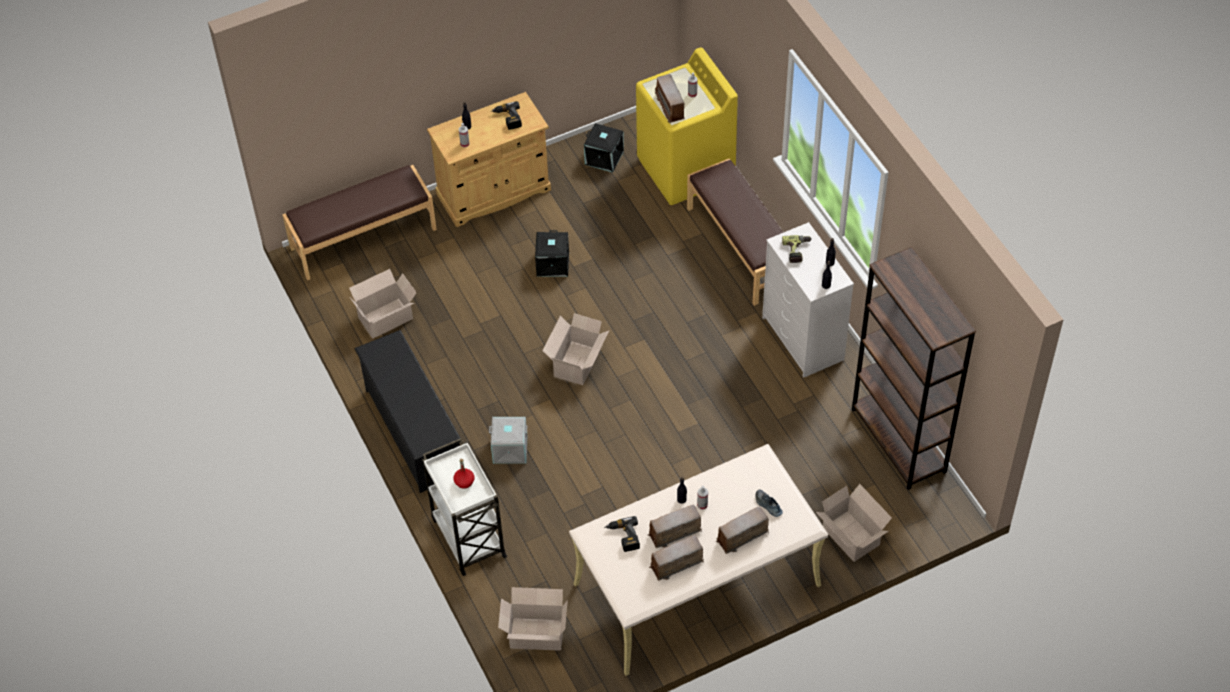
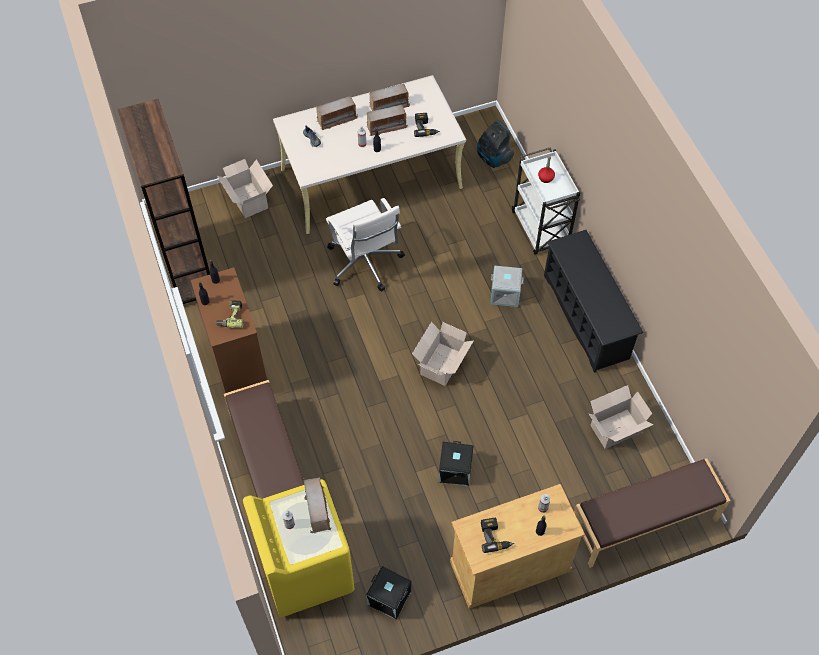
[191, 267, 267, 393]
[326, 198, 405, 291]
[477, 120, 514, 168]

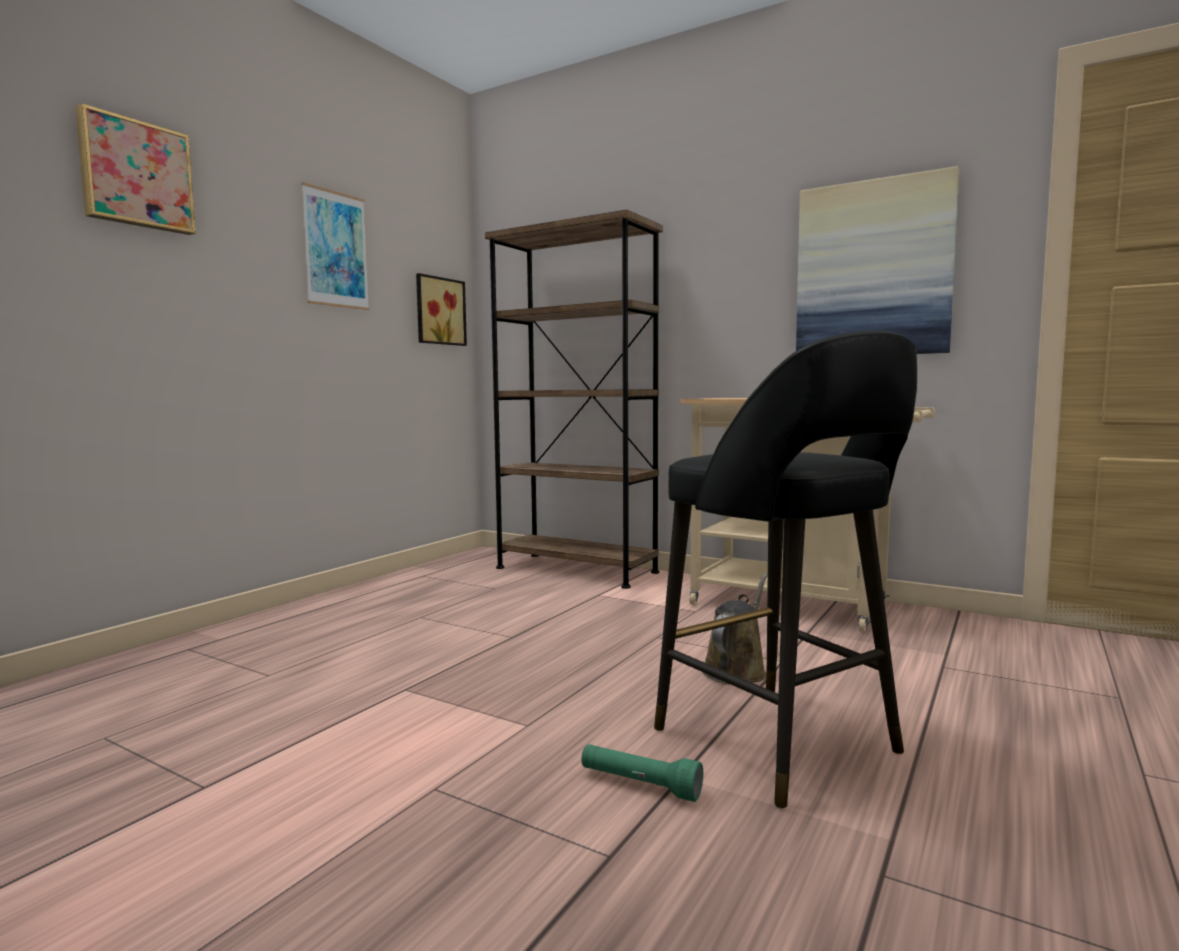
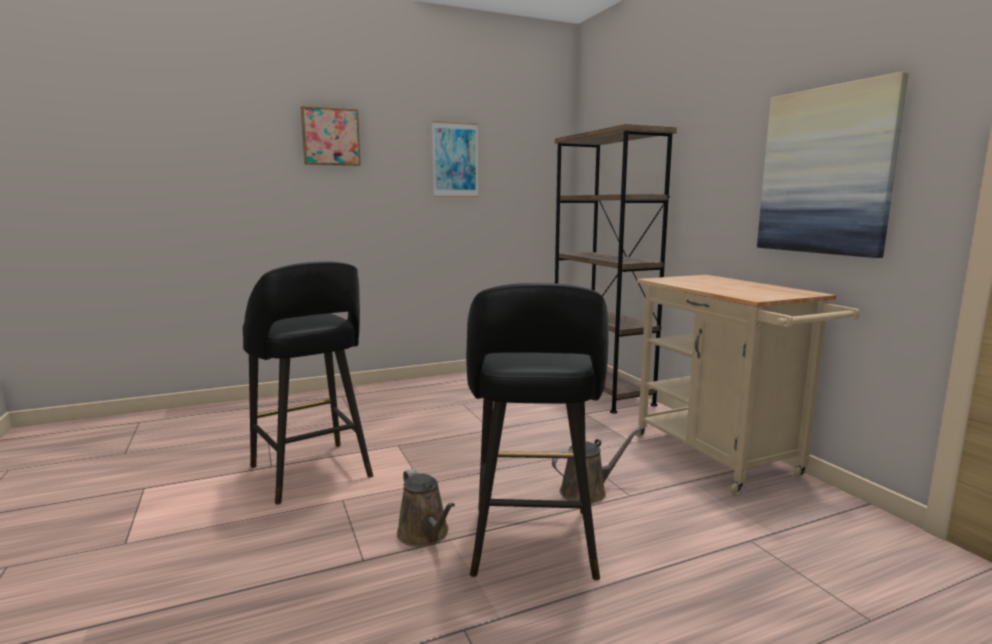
[242, 261, 373, 505]
[397, 469, 455, 547]
[416, 273, 467, 346] (first image)

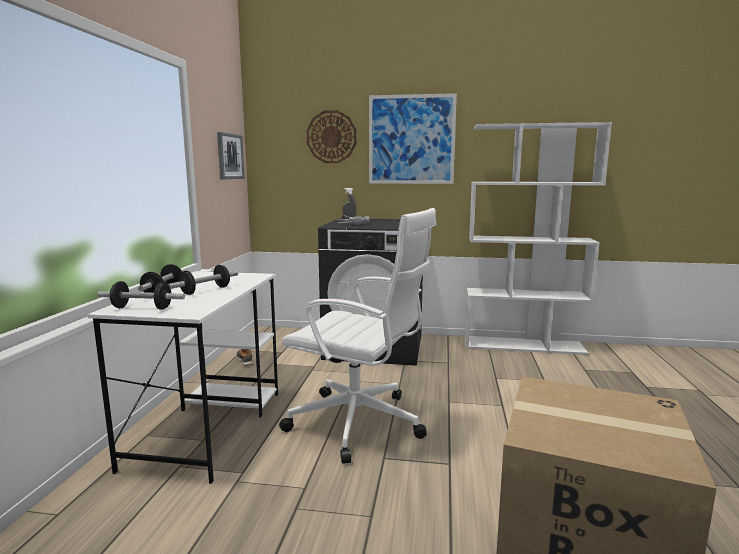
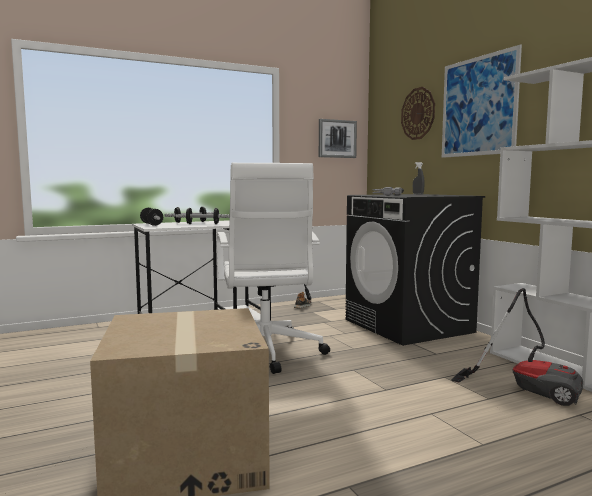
[451, 288, 583, 406]

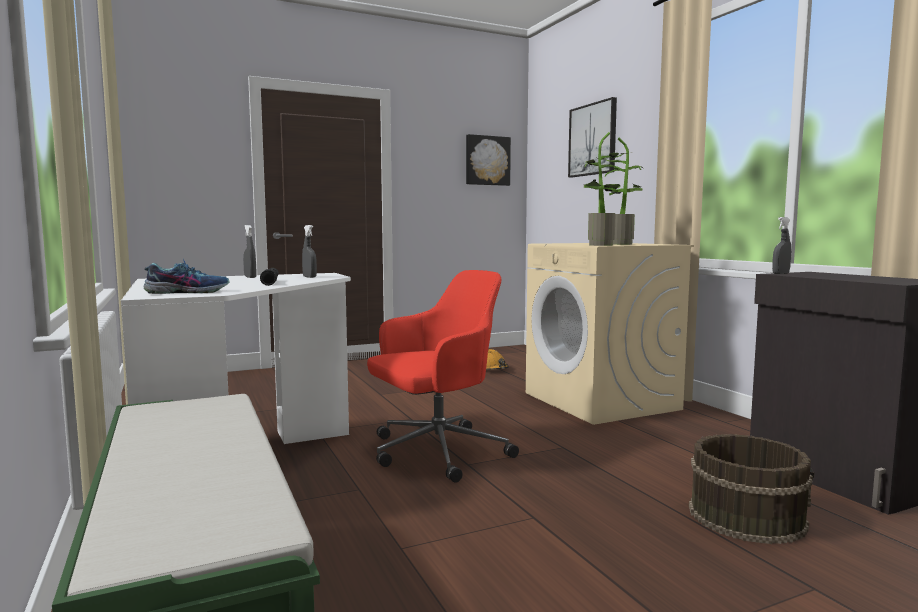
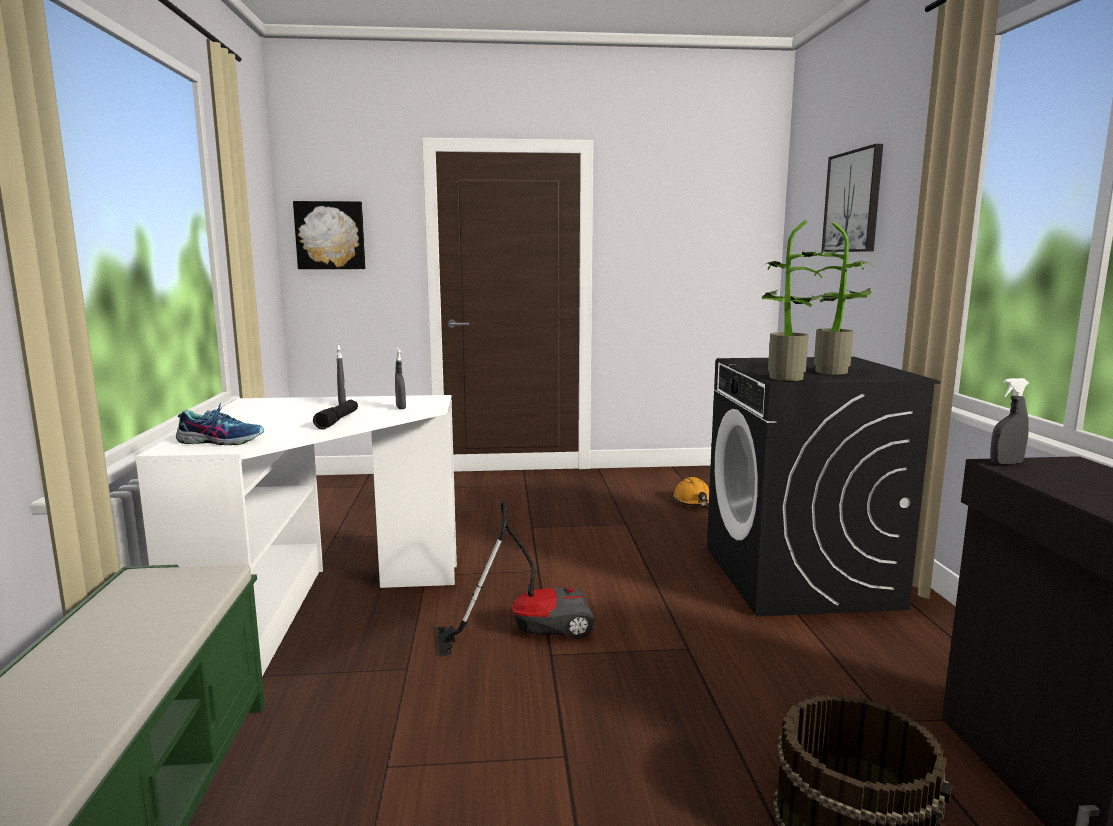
[293, 201, 365, 269]
[436, 500, 594, 657]
[707, 357, 940, 617]

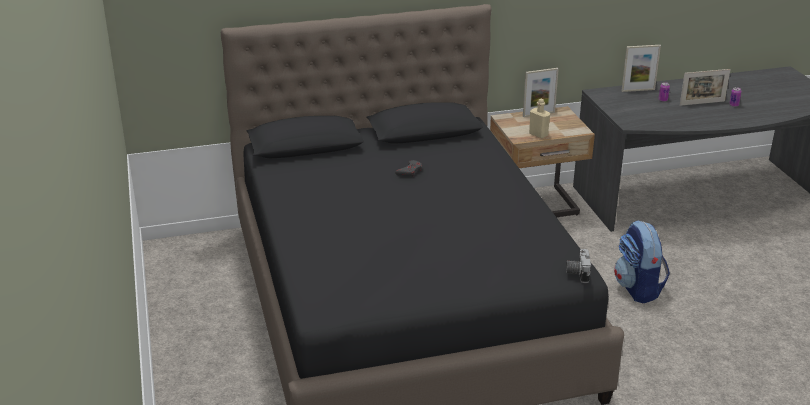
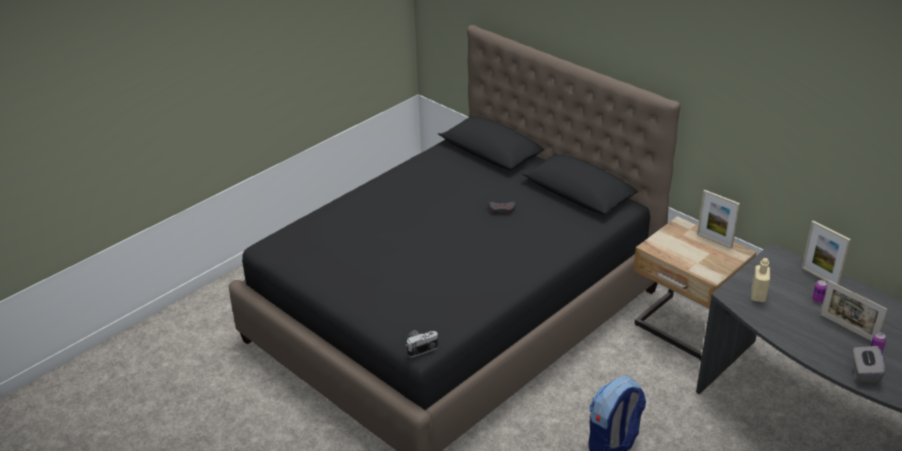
[751, 258, 770, 302]
[853, 344, 885, 384]

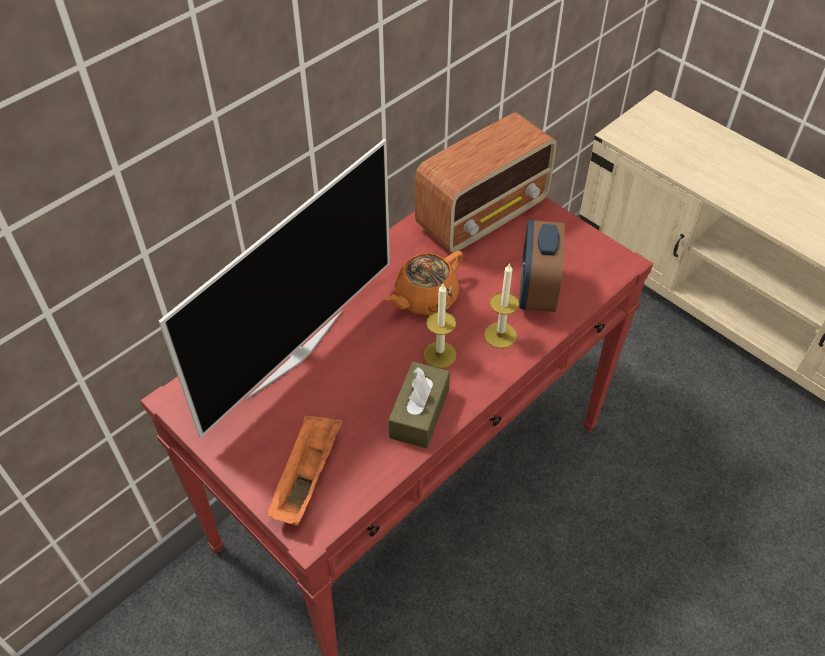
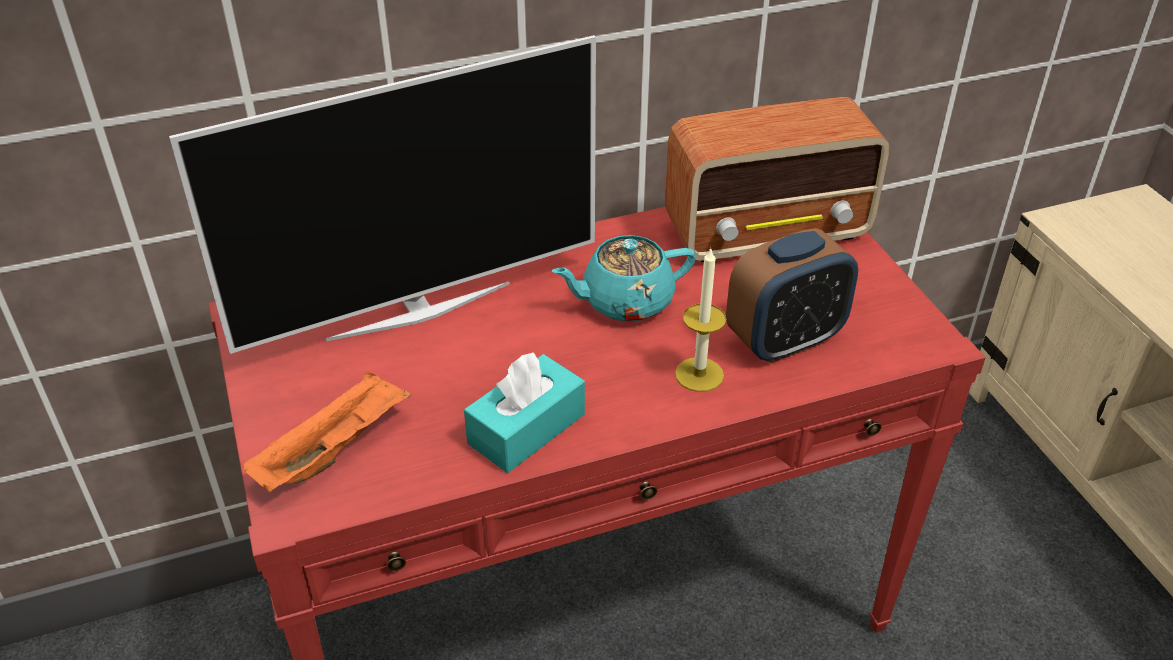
[464, 353, 585, 473]
[551, 235, 696, 322]
[726, 228, 858, 363]
[423, 284, 457, 368] (first image)

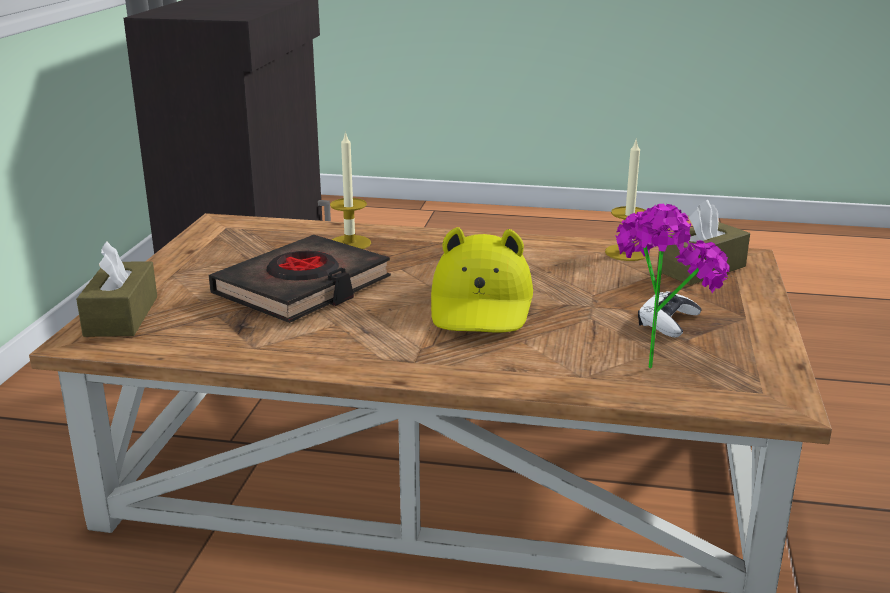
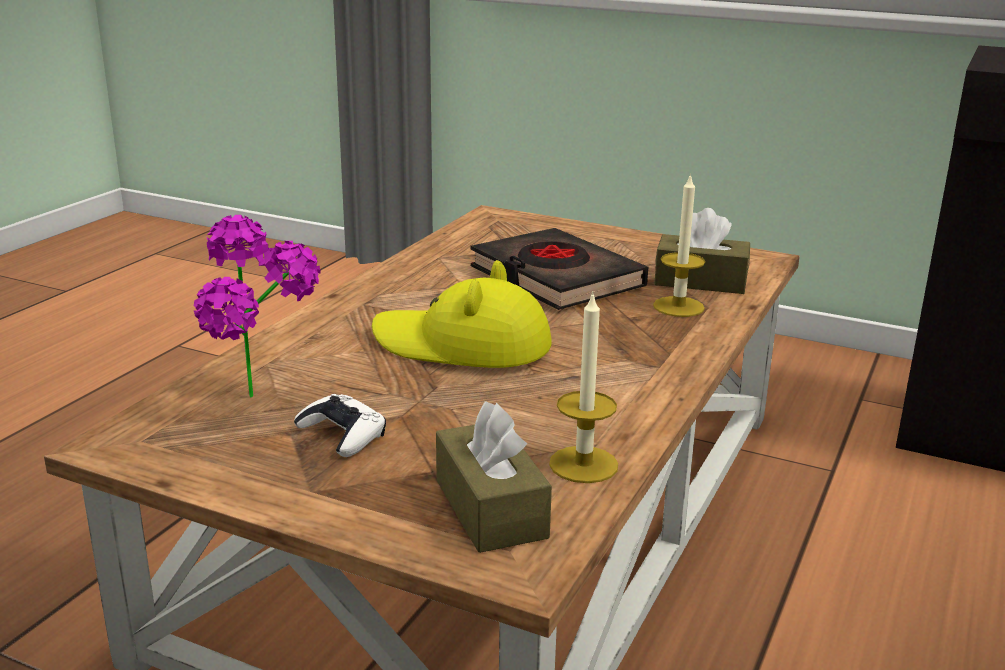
[654, 208, 750, 294]

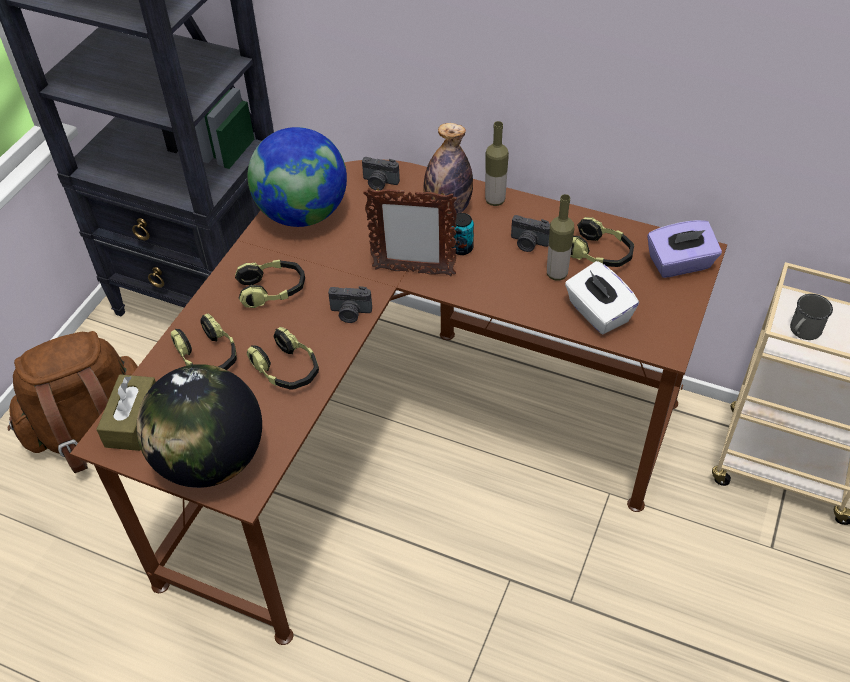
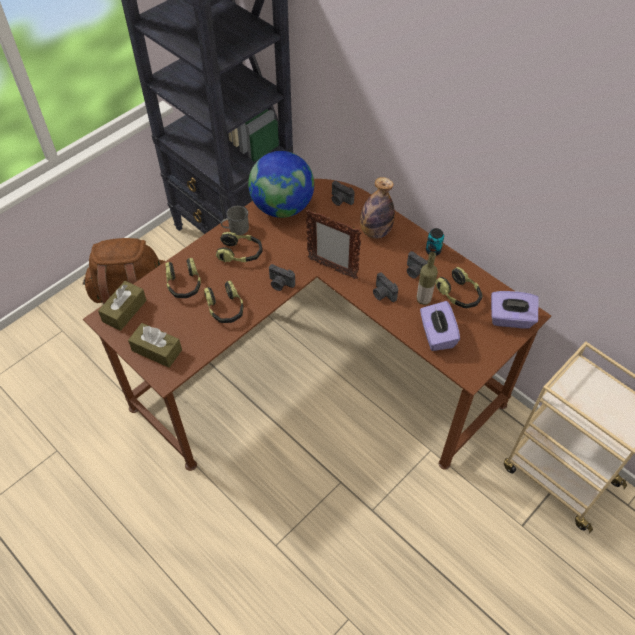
[128, 323, 182, 368]
[221, 205, 249, 235]
[373, 272, 398, 302]
[420, 301, 460, 351]
[426, 228, 444, 256]
[485, 121, 509, 206] (first image)

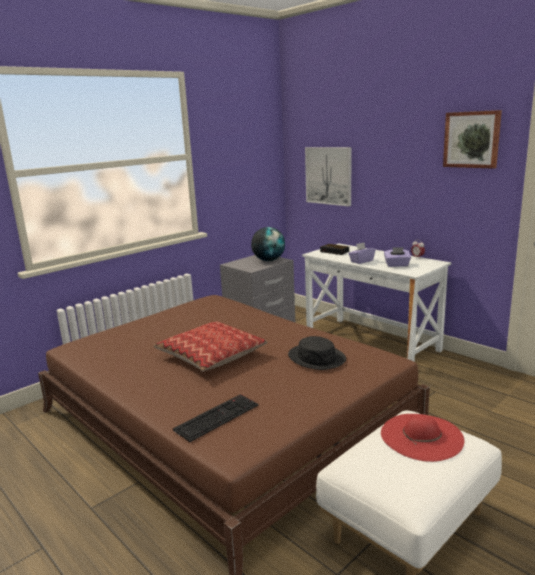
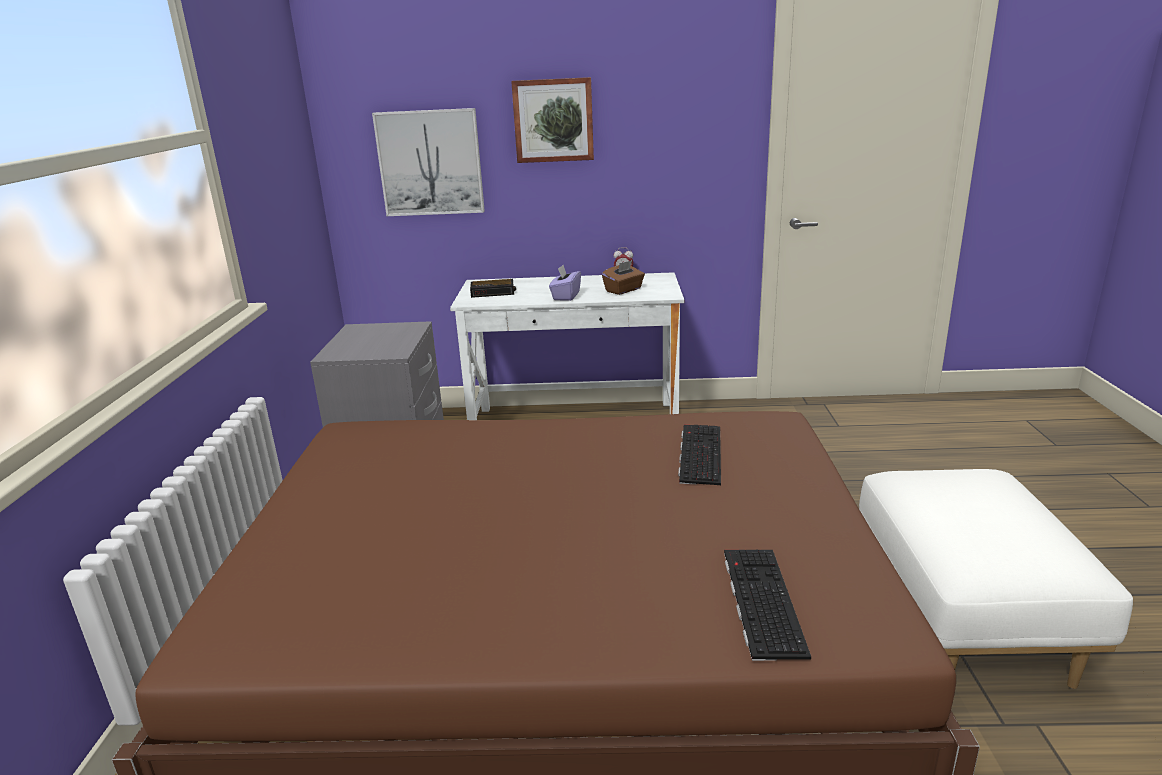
[511, 77, 594, 163]
[602, 260, 645, 295]
[678, 425, 721, 485]
[154, 321, 268, 372] (first image)
[251, 227, 285, 261] (first image)
[381, 414, 464, 462] (first image)

